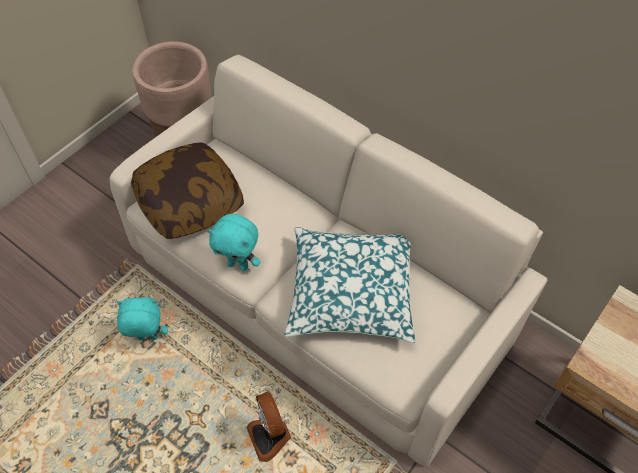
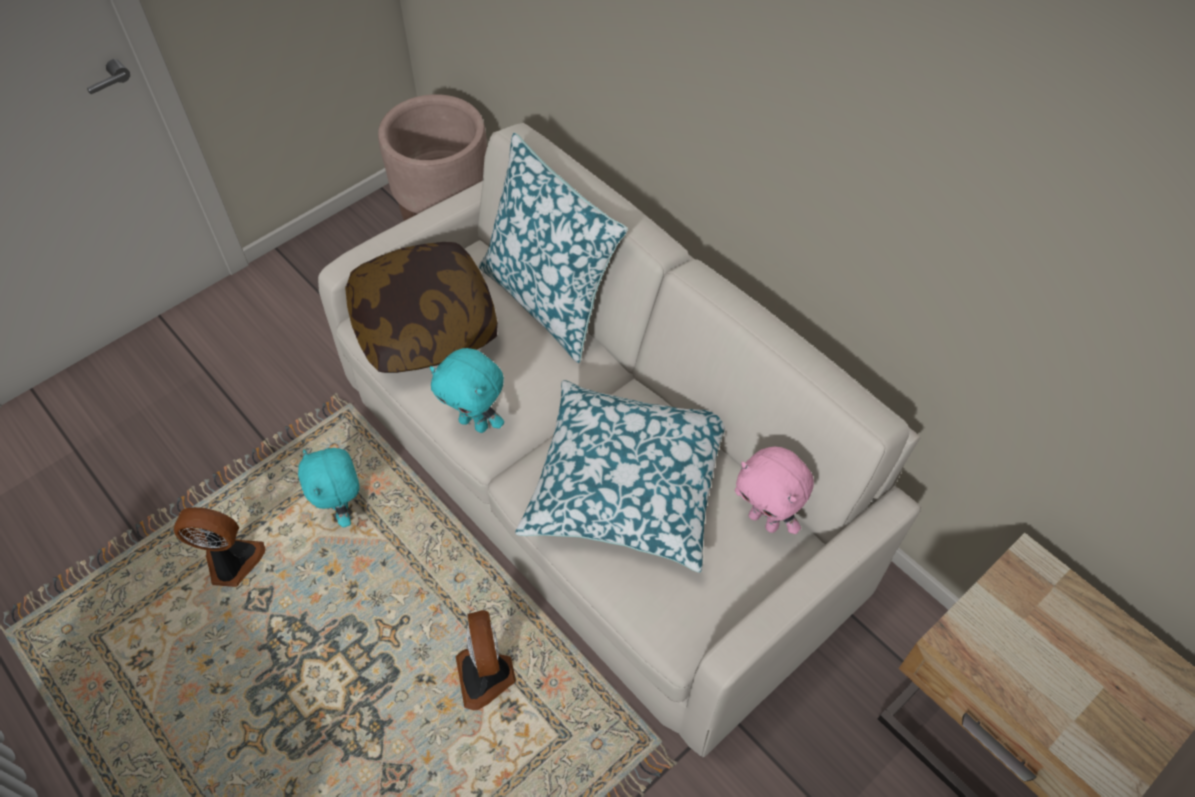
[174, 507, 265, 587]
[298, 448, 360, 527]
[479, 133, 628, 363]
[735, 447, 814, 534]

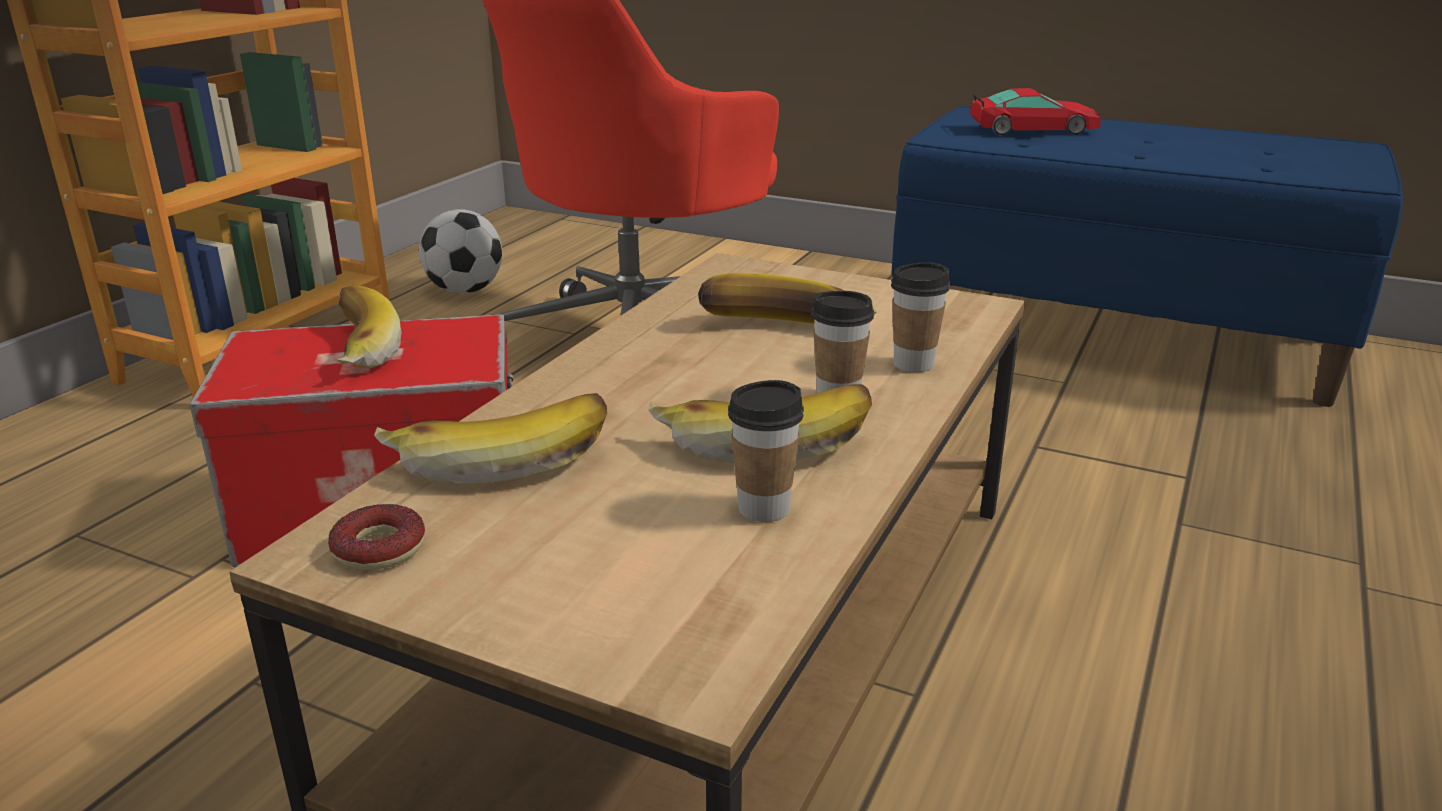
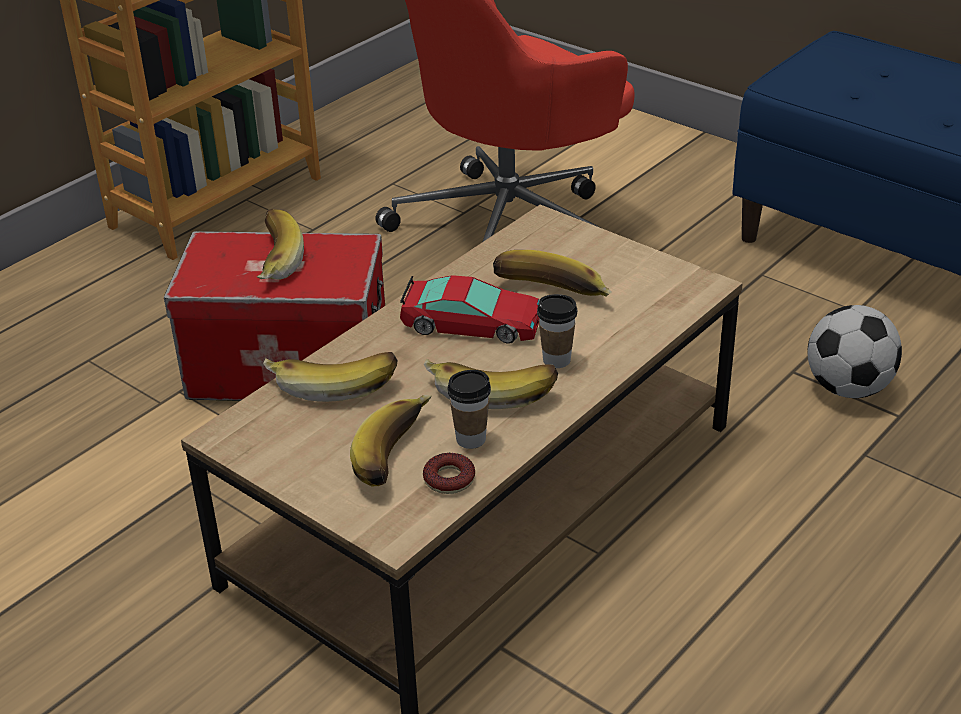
[350, 395, 432, 486]
[400, 275, 540, 344]
[423, 453, 475, 494]
[807, 305, 902, 398]
[891, 262, 950, 372] (first image)

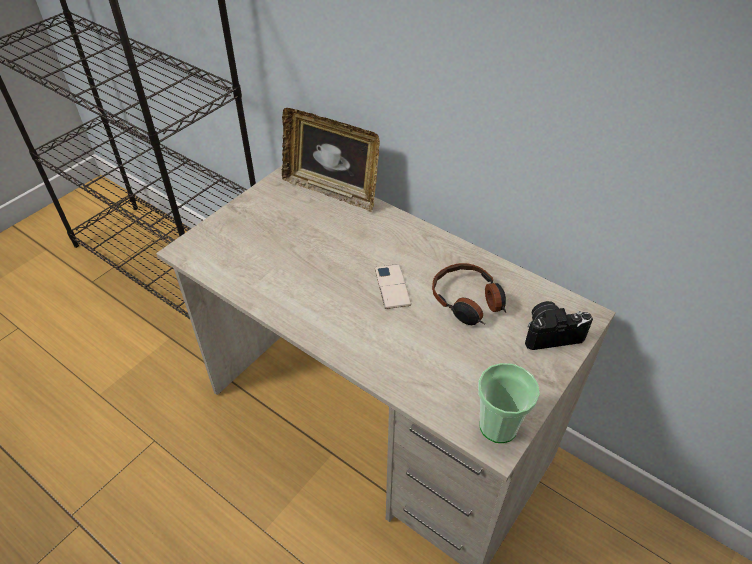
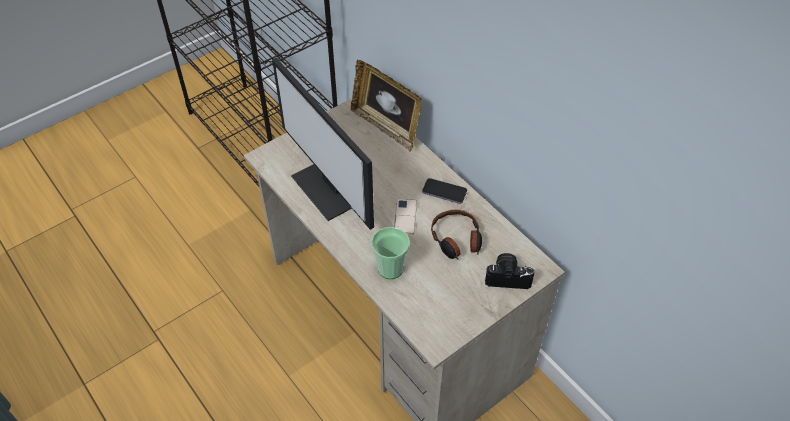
[272, 58, 374, 230]
[371, 227, 410, 279]
[422, 178, 467, 204]

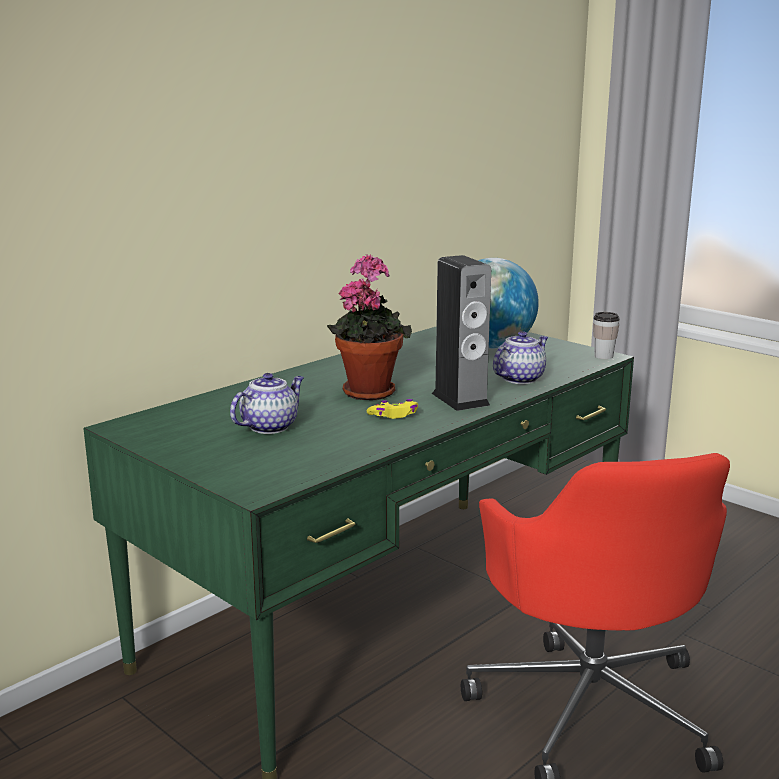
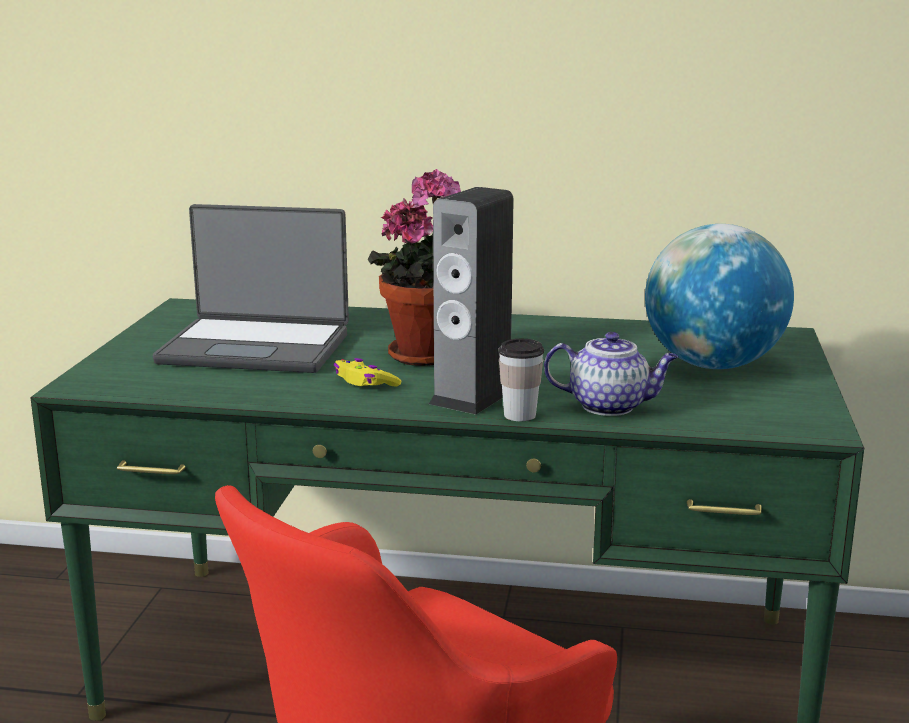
[153, 204, 349, 373]
[499, 339, 544, 421]

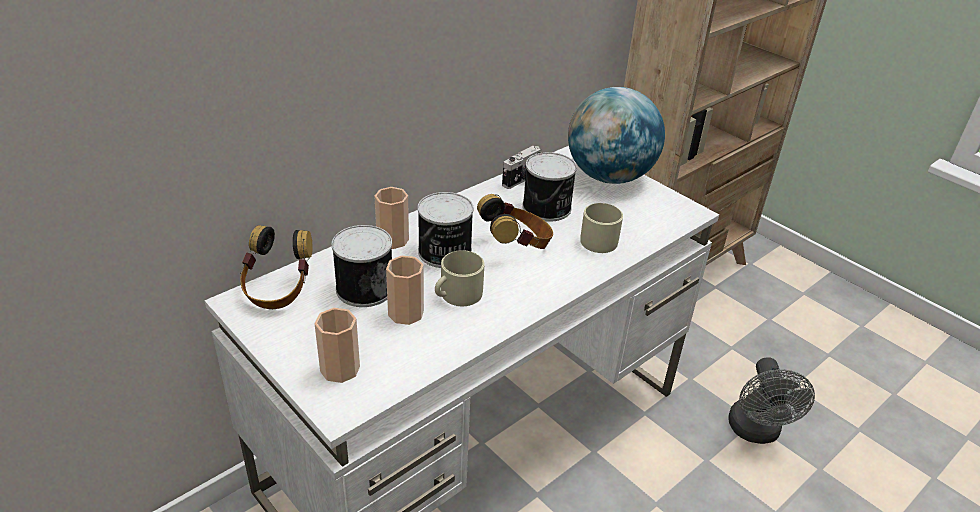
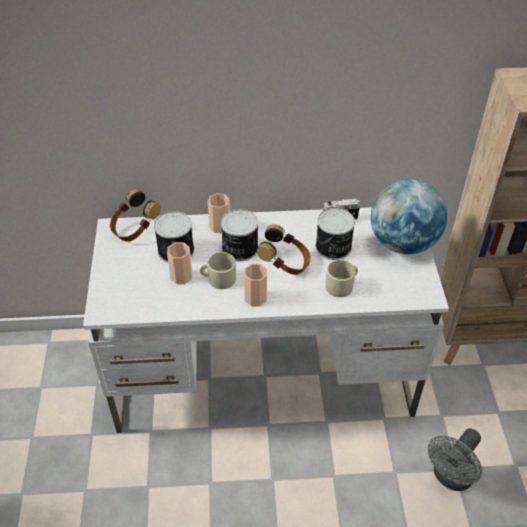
[244, 264, 267, 306]

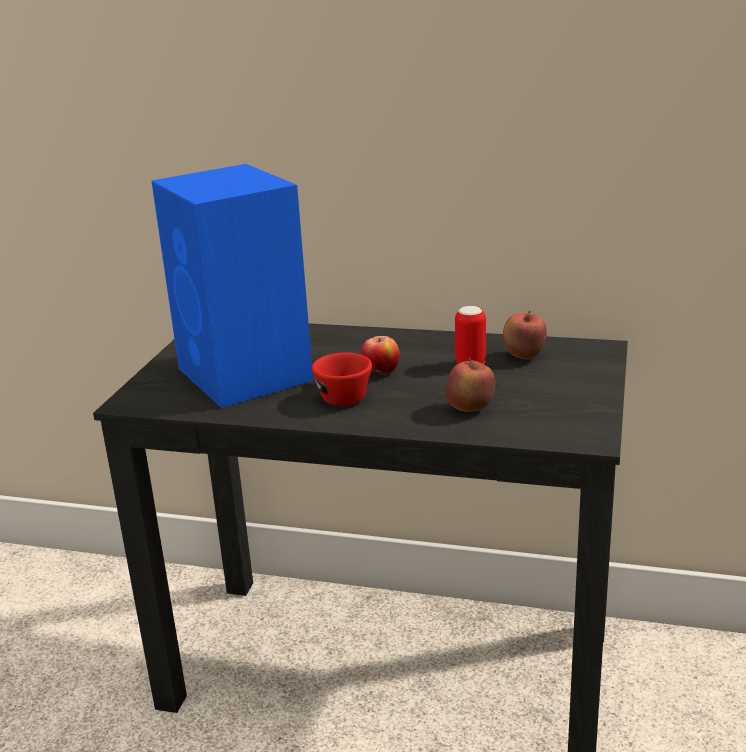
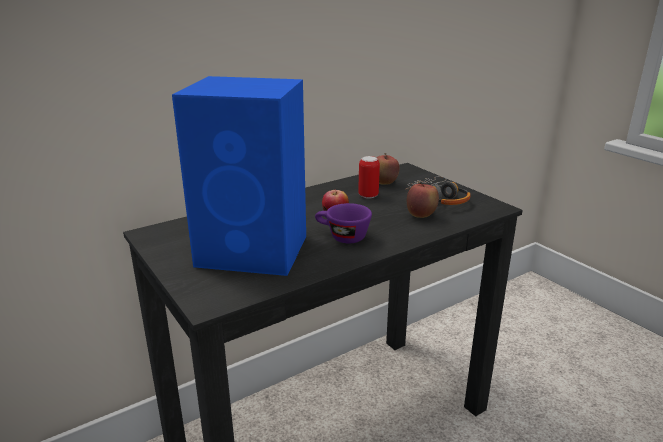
[315, 203, 372, 243]
[405, 176, 471, 205]

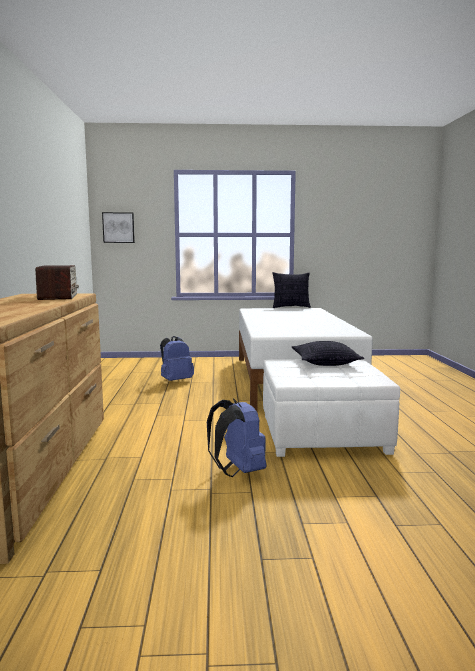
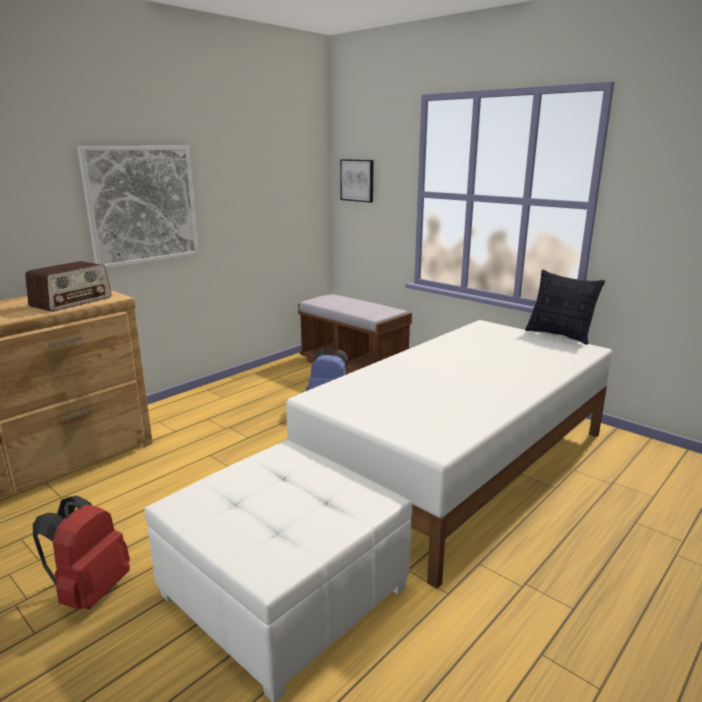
[33, 495, 130, 609]
[77, 146, 199, 269]
[298, 294, 412, 375]
[292, 341, 364, 366] (first image)

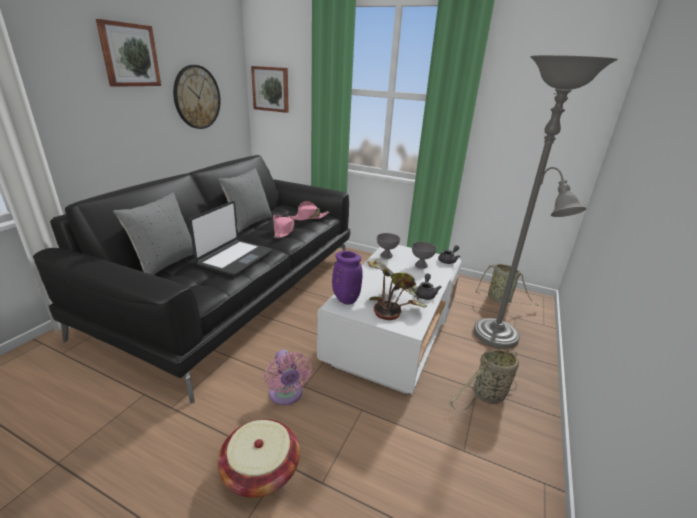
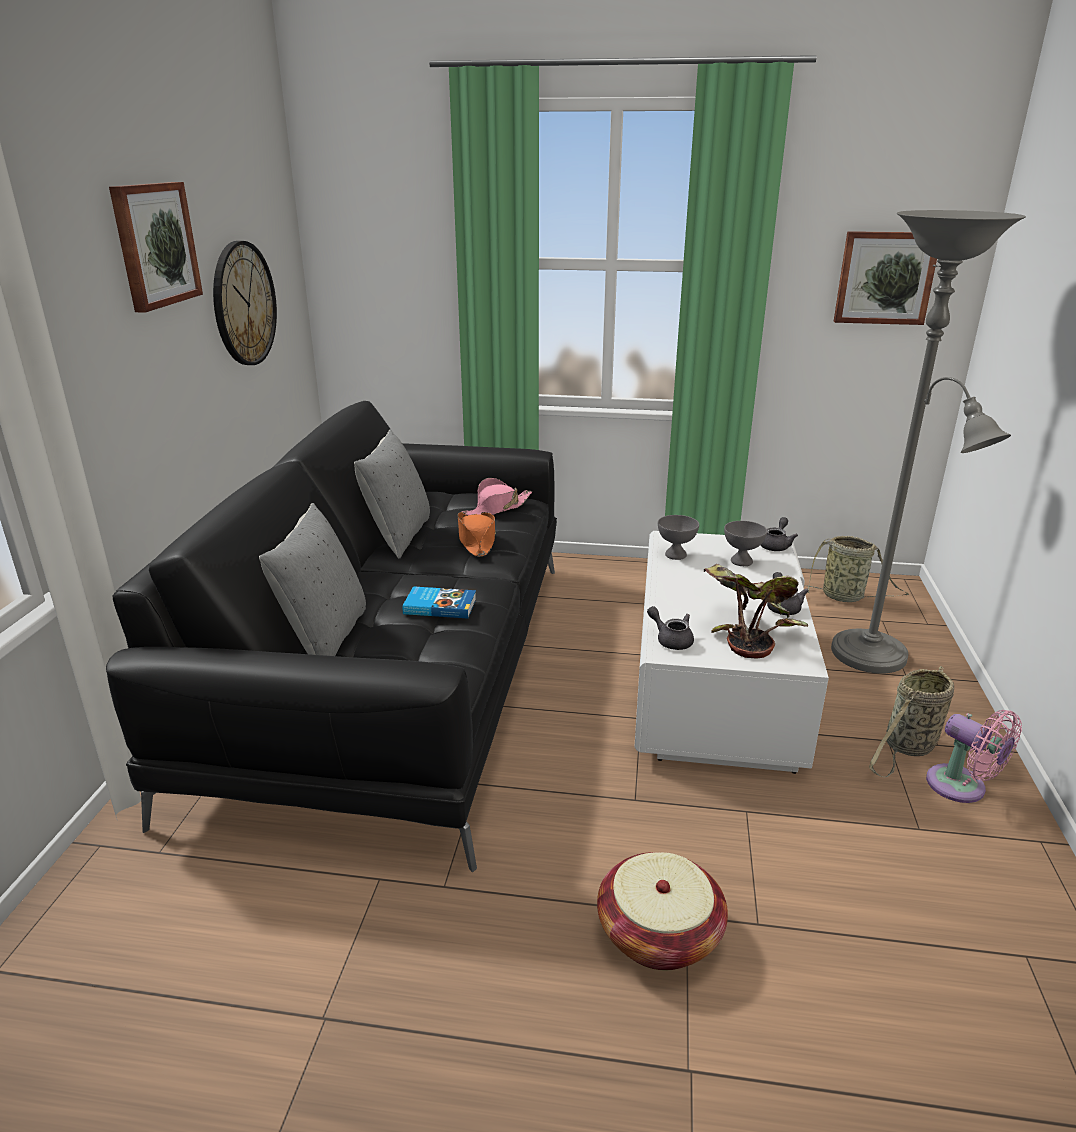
[402, 586, 476, 619]
[458, 512, 496, 557]
[647, 606, 694, 650]
[834, 231, 937, 325]
[926, 710, 1022, 803]

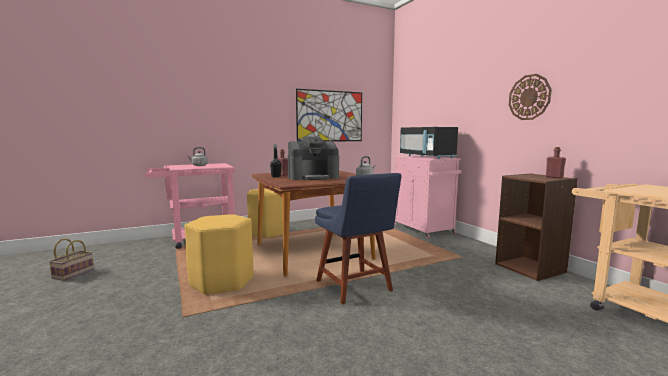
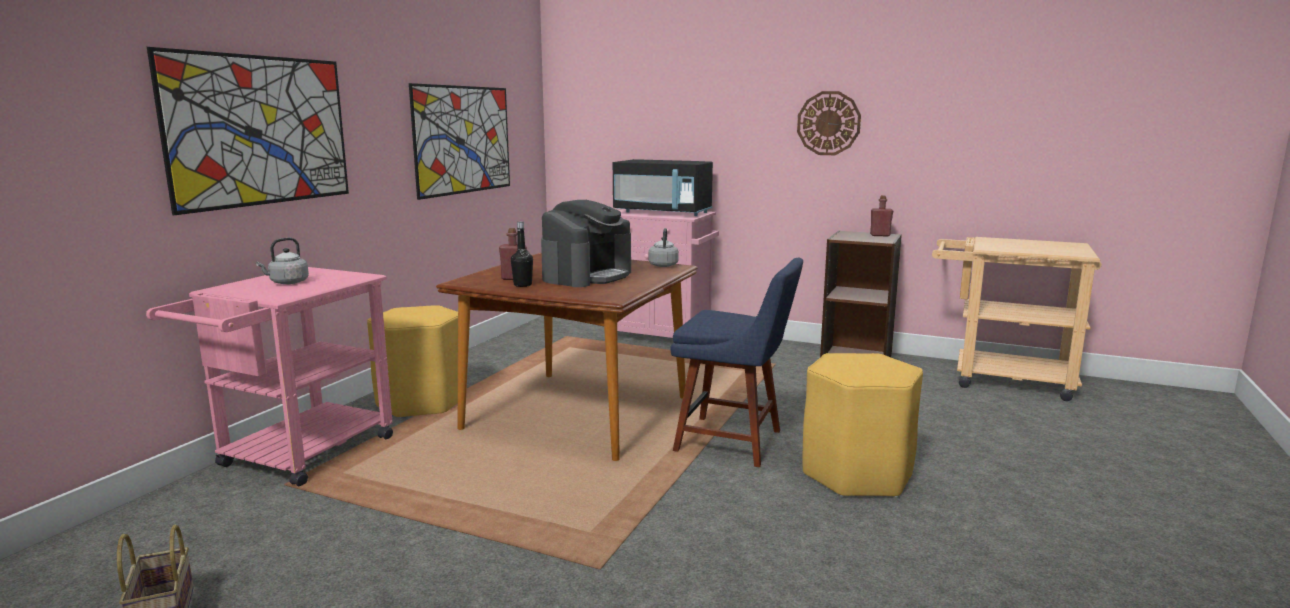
[147, 47, 349, 215]
[802, 353, 923, 497]

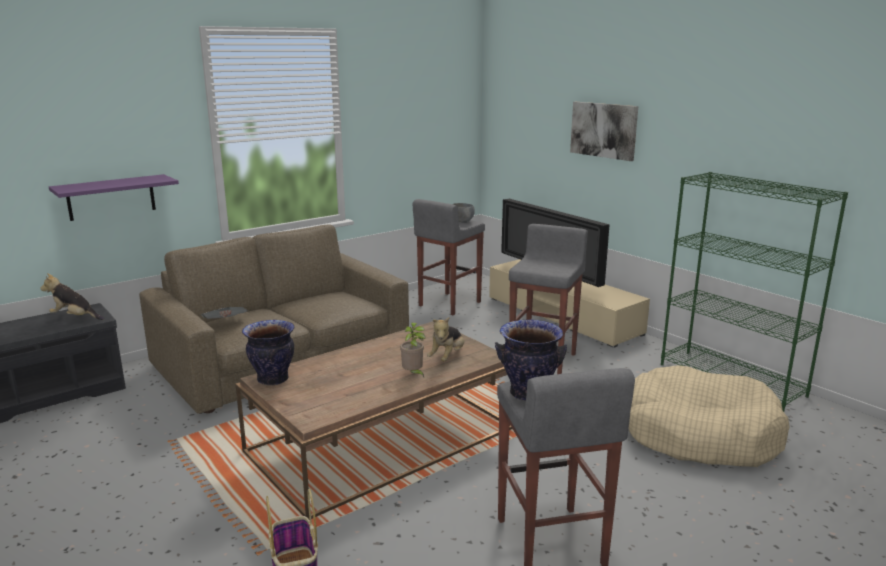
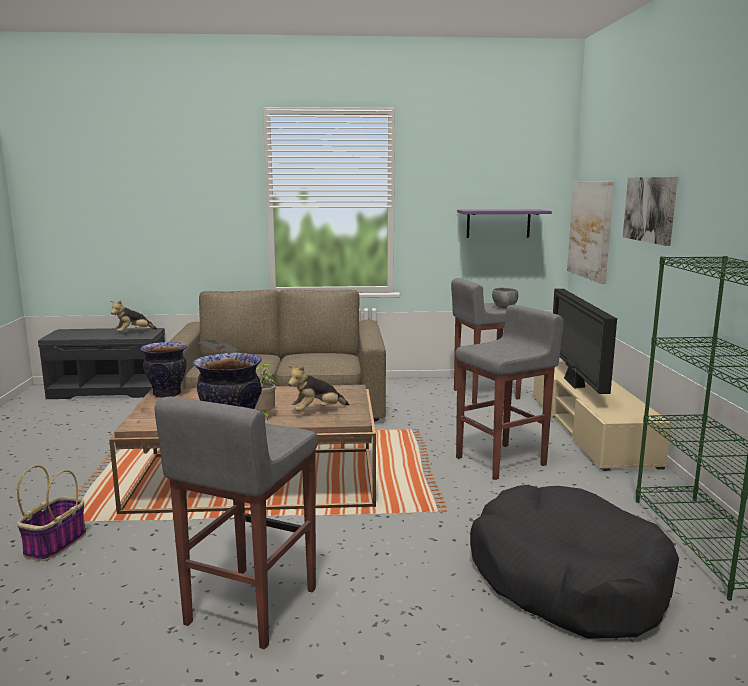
[111, 300, 157, 332]
[457, 209, 552, 238]
[470, 485, 679, 639]
[567, 181, 614, 284]

